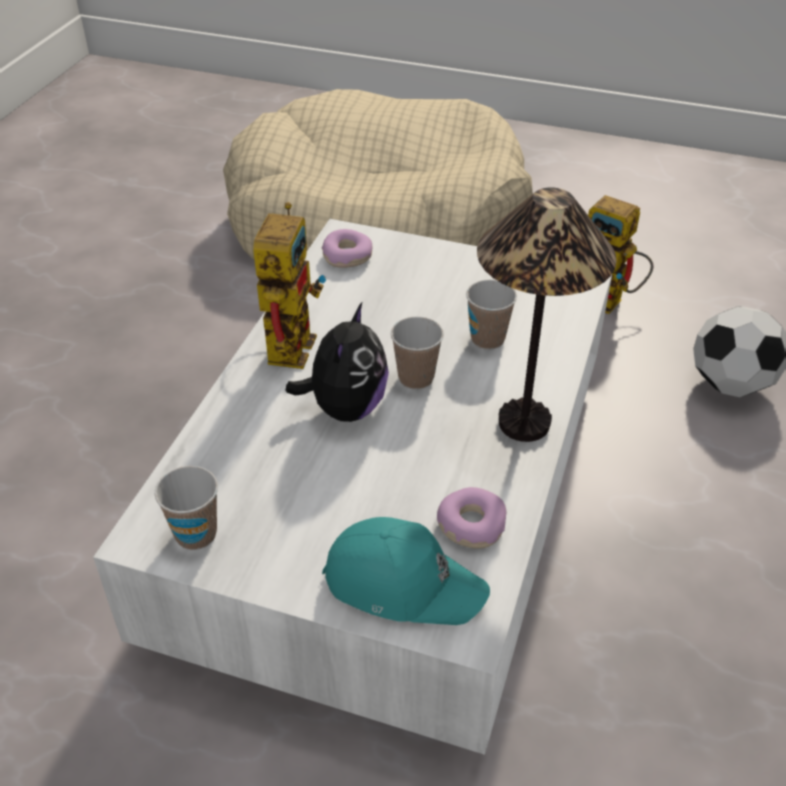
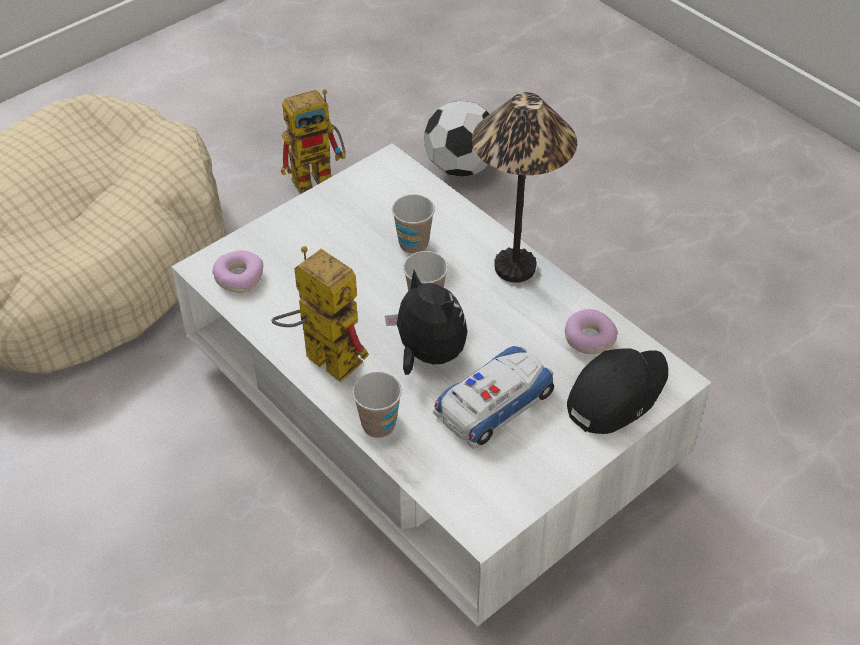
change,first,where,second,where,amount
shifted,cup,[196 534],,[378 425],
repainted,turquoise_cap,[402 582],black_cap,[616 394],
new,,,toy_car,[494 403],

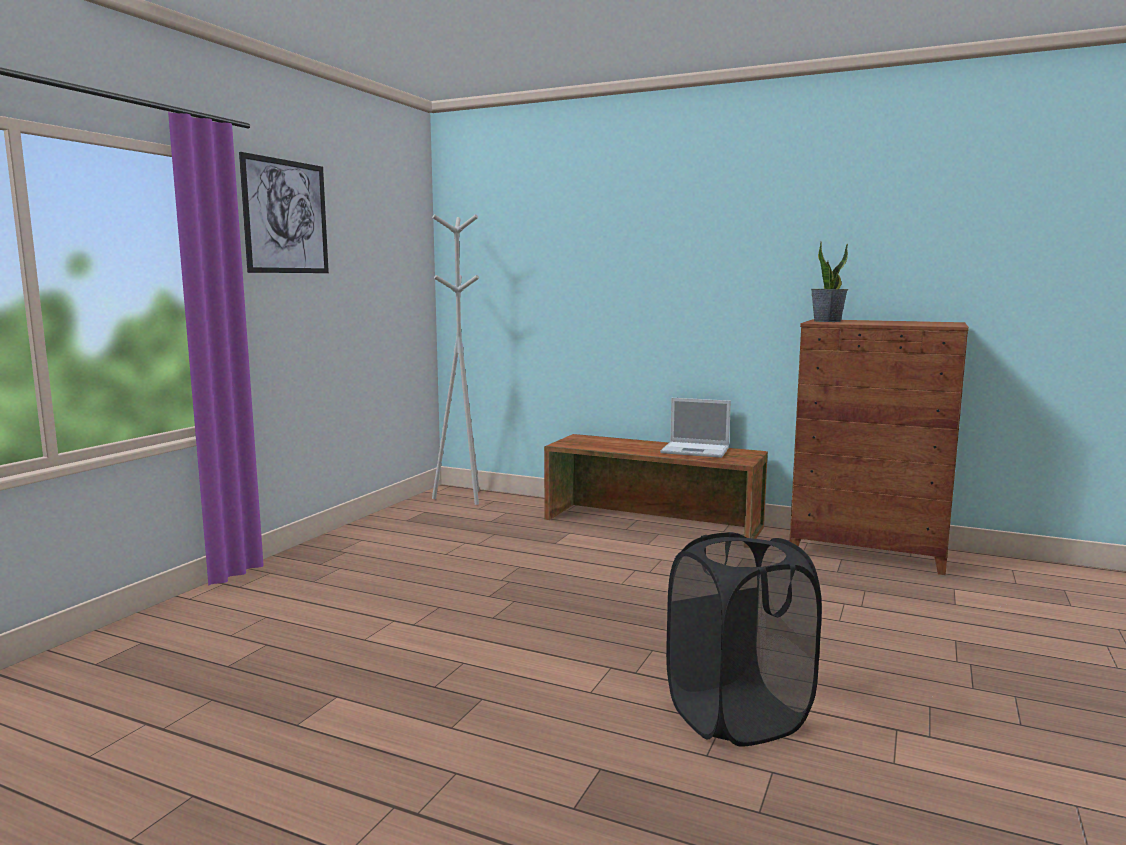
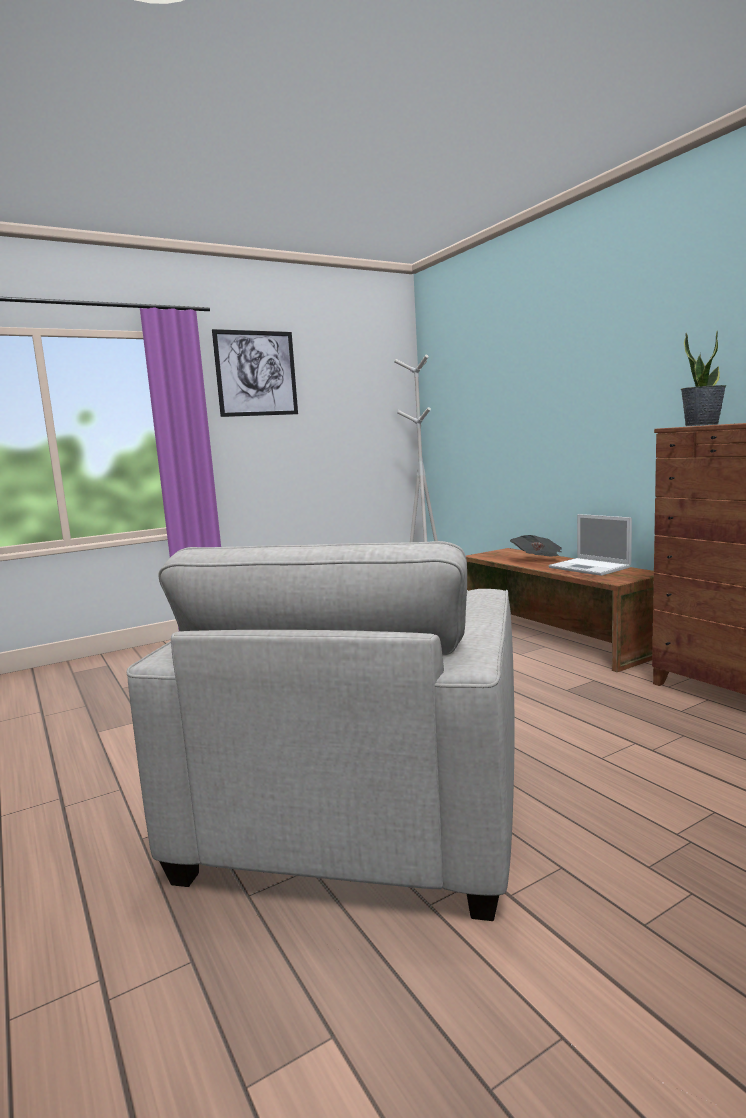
change,first,where,second,where,amount
swapped,black_laundry_basket,[737 716],grey_armchair,[359 813],
new,,,newspaper,[538 560],

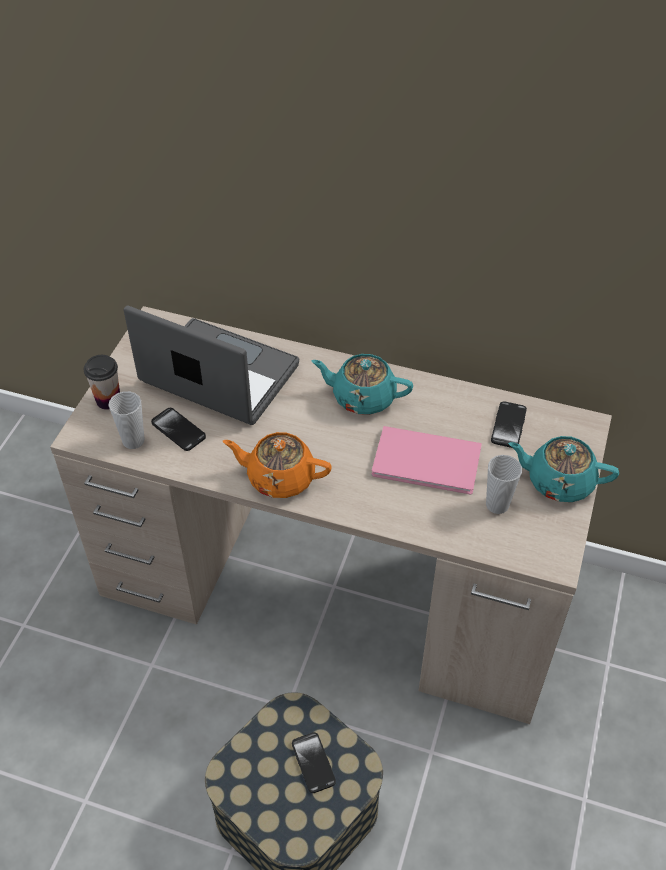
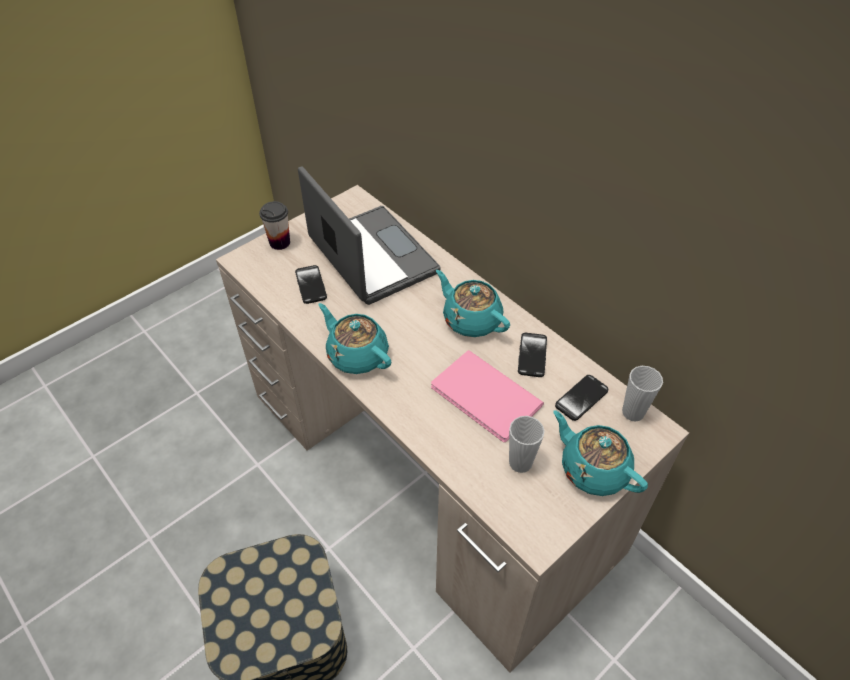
change,first,where,second,where,amount
shifted,cup,[133 441],,[633 412],
repainted,orange_teapot,[279 477],turquoise_teapot,[357 355],
shifted,phone,[313 763],,[532 355],

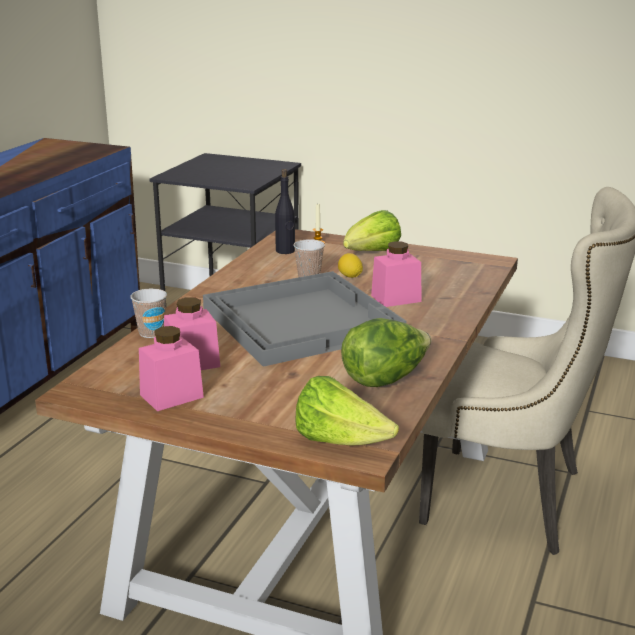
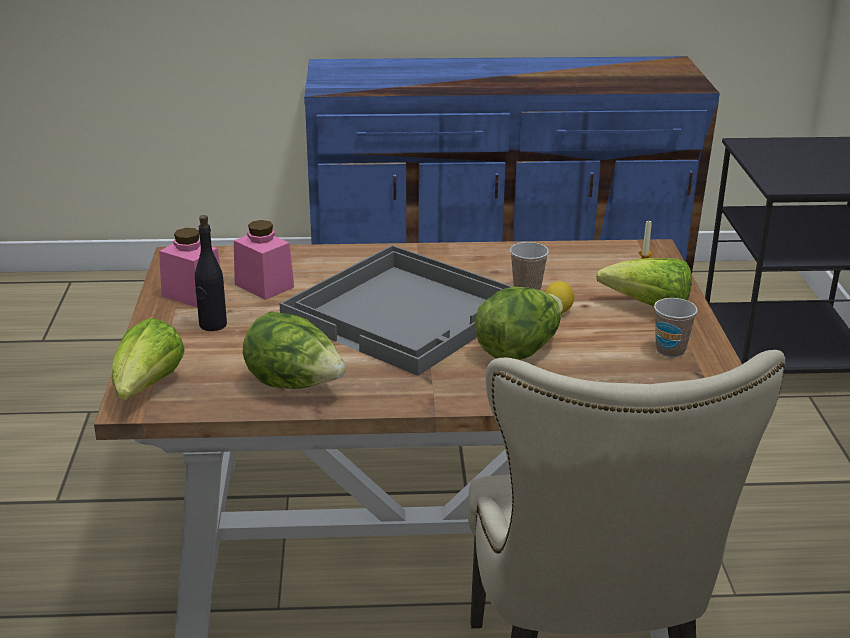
change,first,where,second,where,amount
shifted,cup,[151 333],,[670 350],
shifted,black_bottle,[285 251],,[212 325],
swapped,pink_jar,[396 298],lettuce,[519 350],

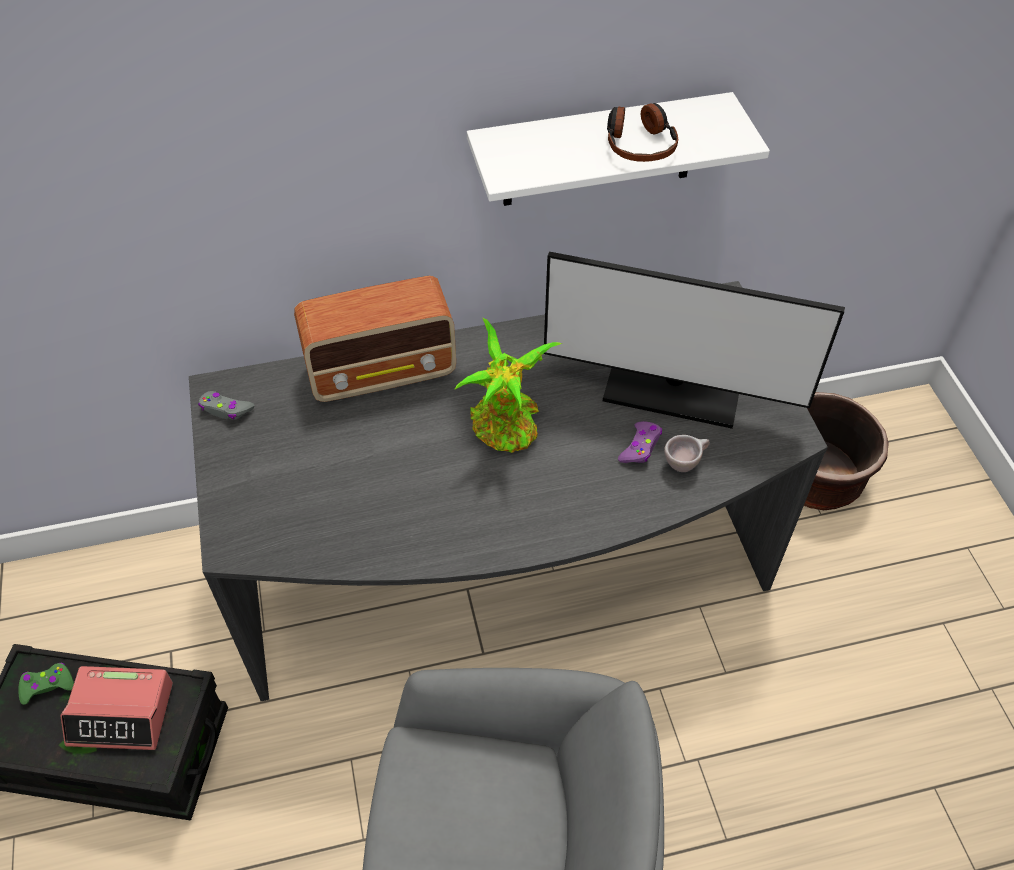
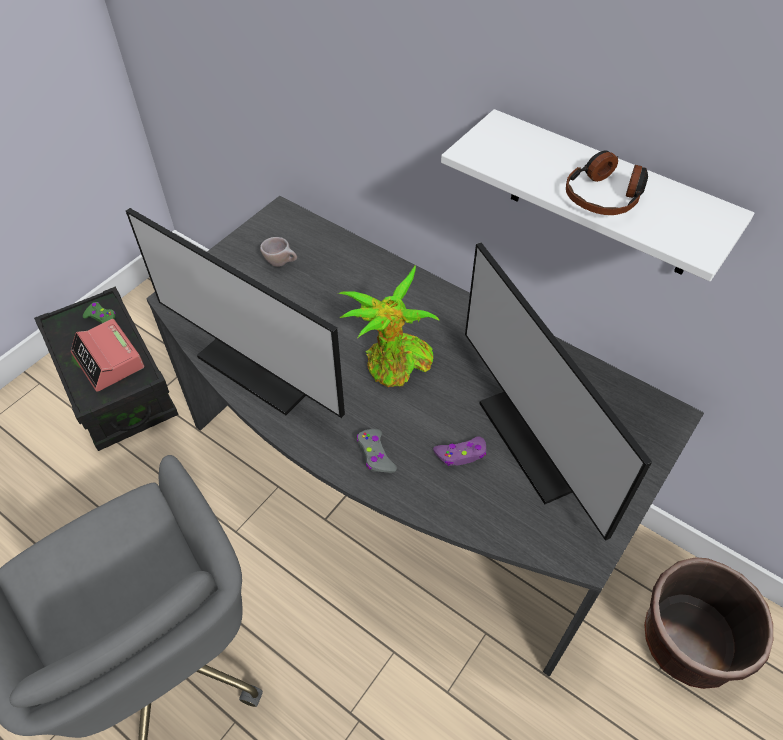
change,first,where,second,where,amount
shifted,grey_game_controller,[226 409],,[375 455],
gone,radio,[383 371],,,
shifted,beige_cup,[685 463],,[281 263],
new,,,monitor,[259 368],

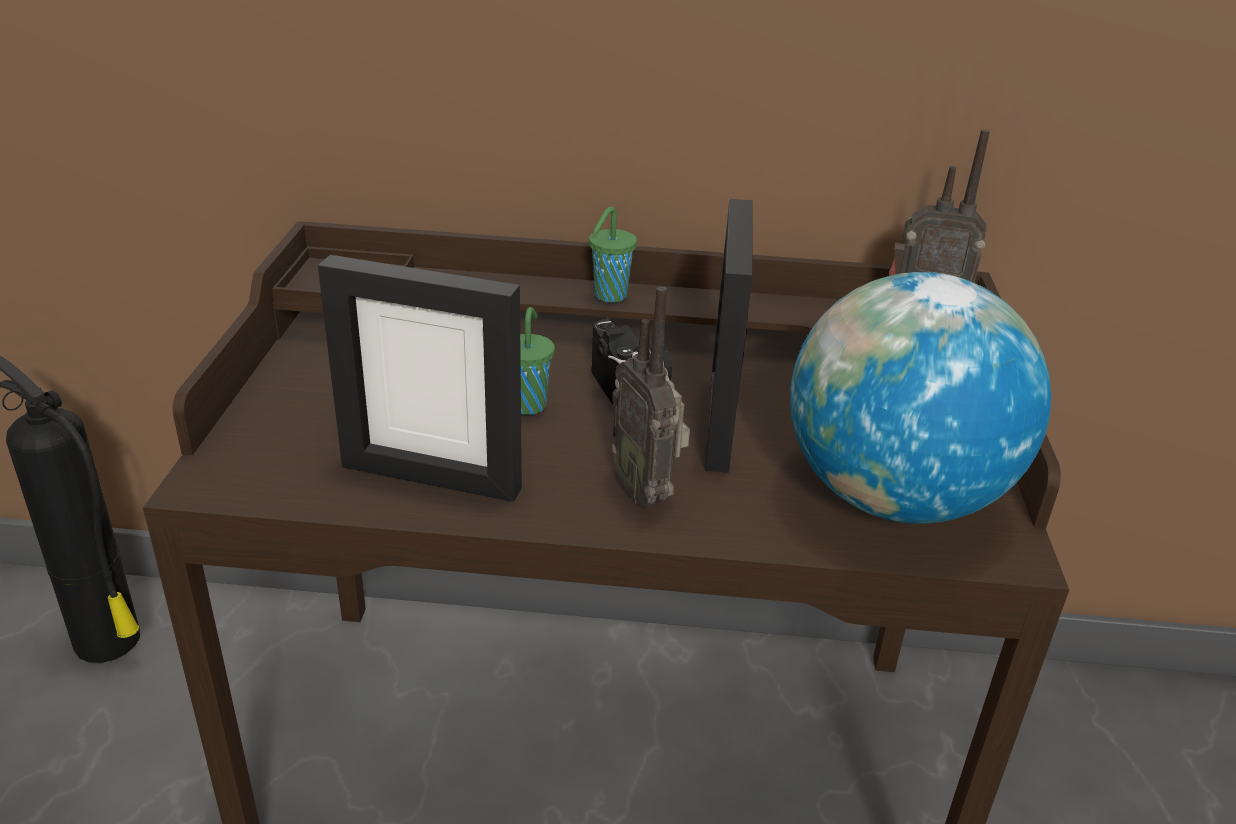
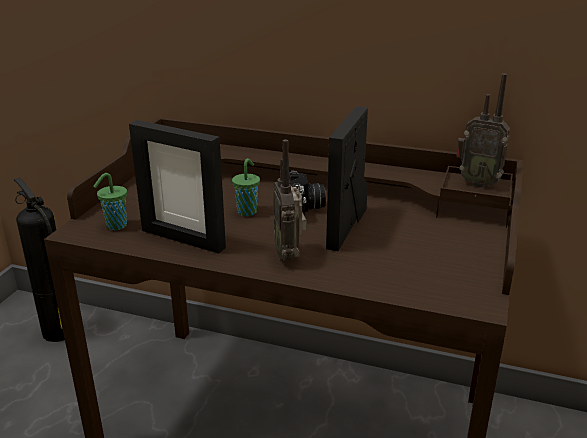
change,first,where,second,where,amount
shifted,green_cup,[609 296],,[115 226],
gone,globe,[893 497],,,

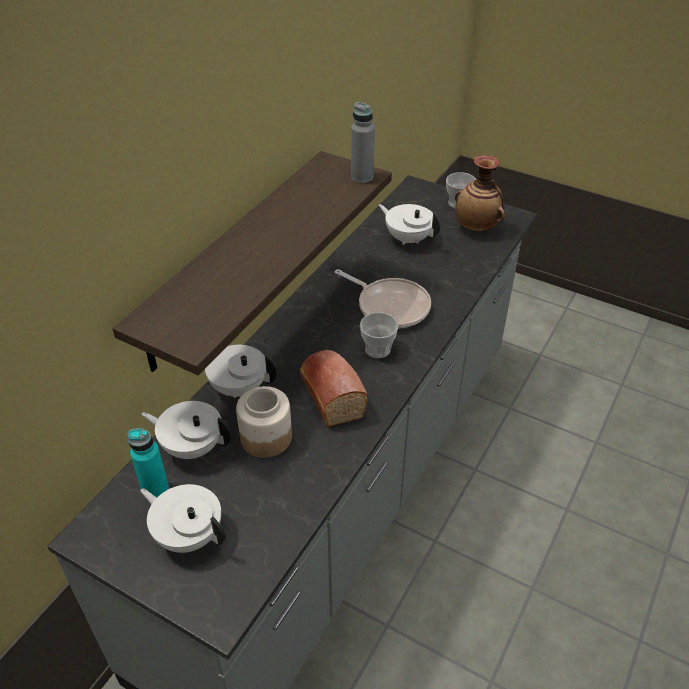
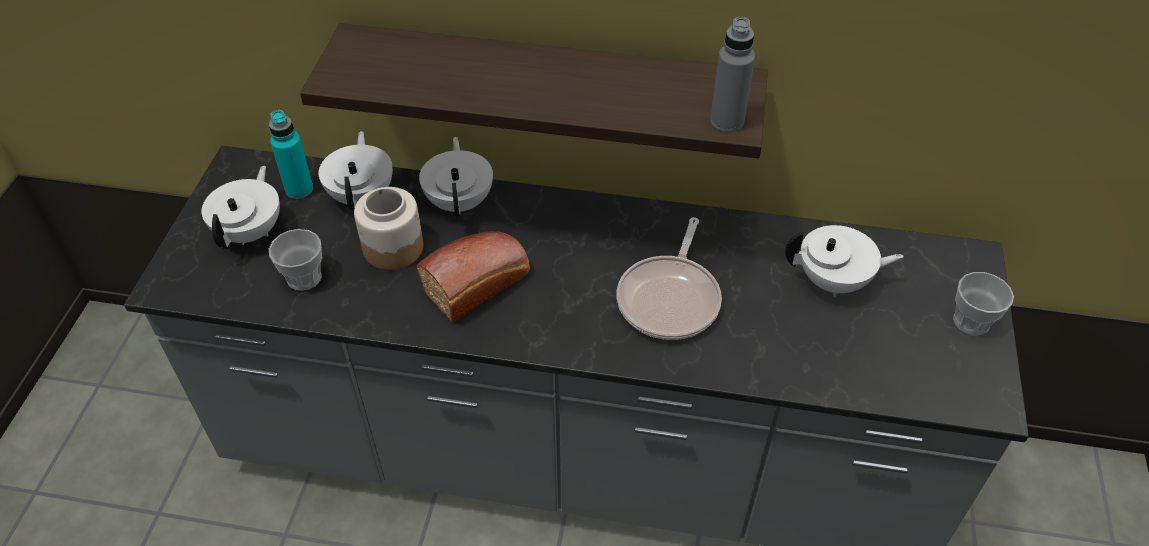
change,first,where,second,where,amount
shifted,cup,[378 349],,[304 277],
rotated,white_teapot,[408 238],,[834 281],75 degrees clockwise
gone,vase,[476 228],,,

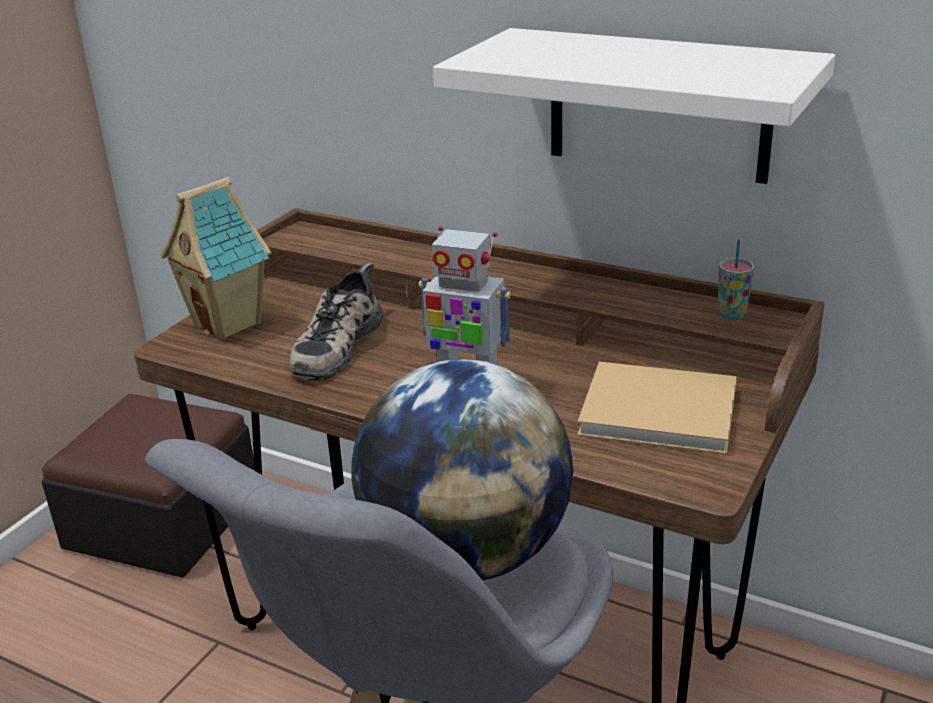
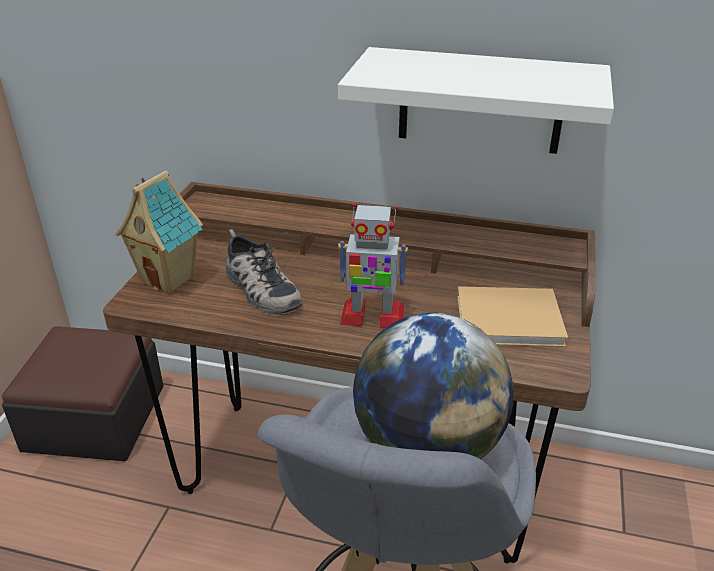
change,first,where,second,where,amount
rotated,shoe,[335 344],,[259 289],45 degrees counterclockwise
gone,cup,[731 315],,,

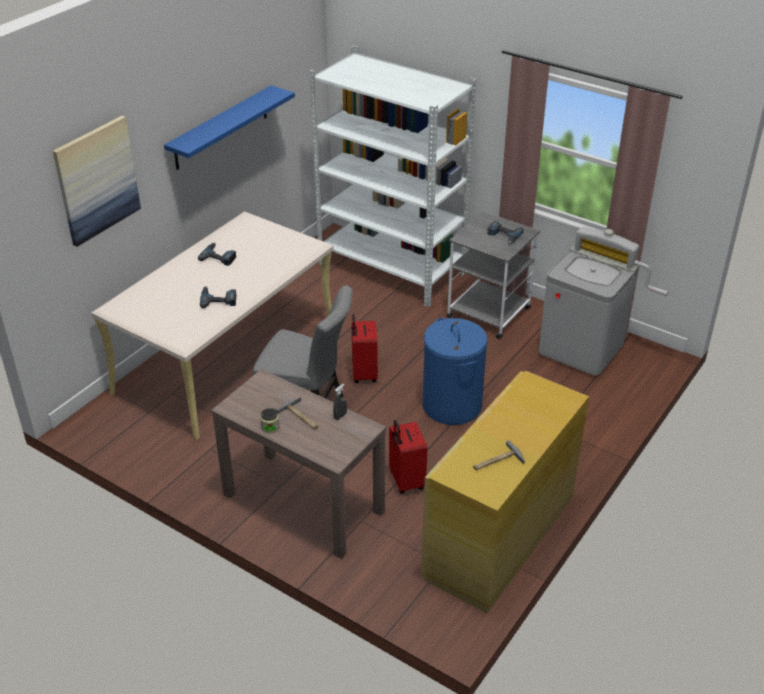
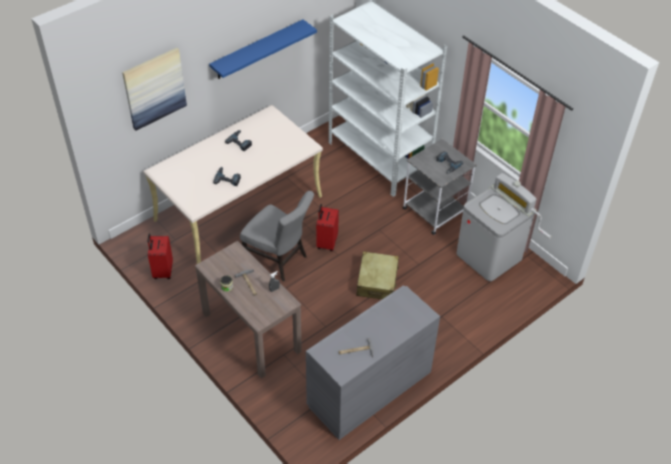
change,first,where,second,where,amount
shifted,red_suitcase,[405 481],,[162 271],
repainted,yellow_cabinet,[498 536],grey_cabinet,[368 388],
swapped,blue_laundry_basket,[451 405],beige_suitcase,[377 281],

